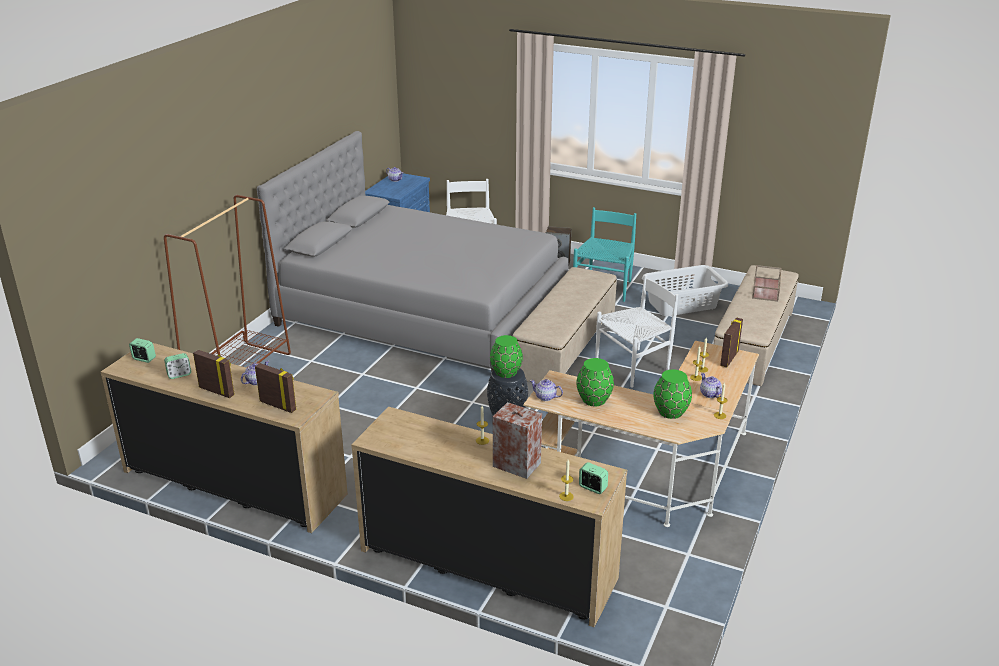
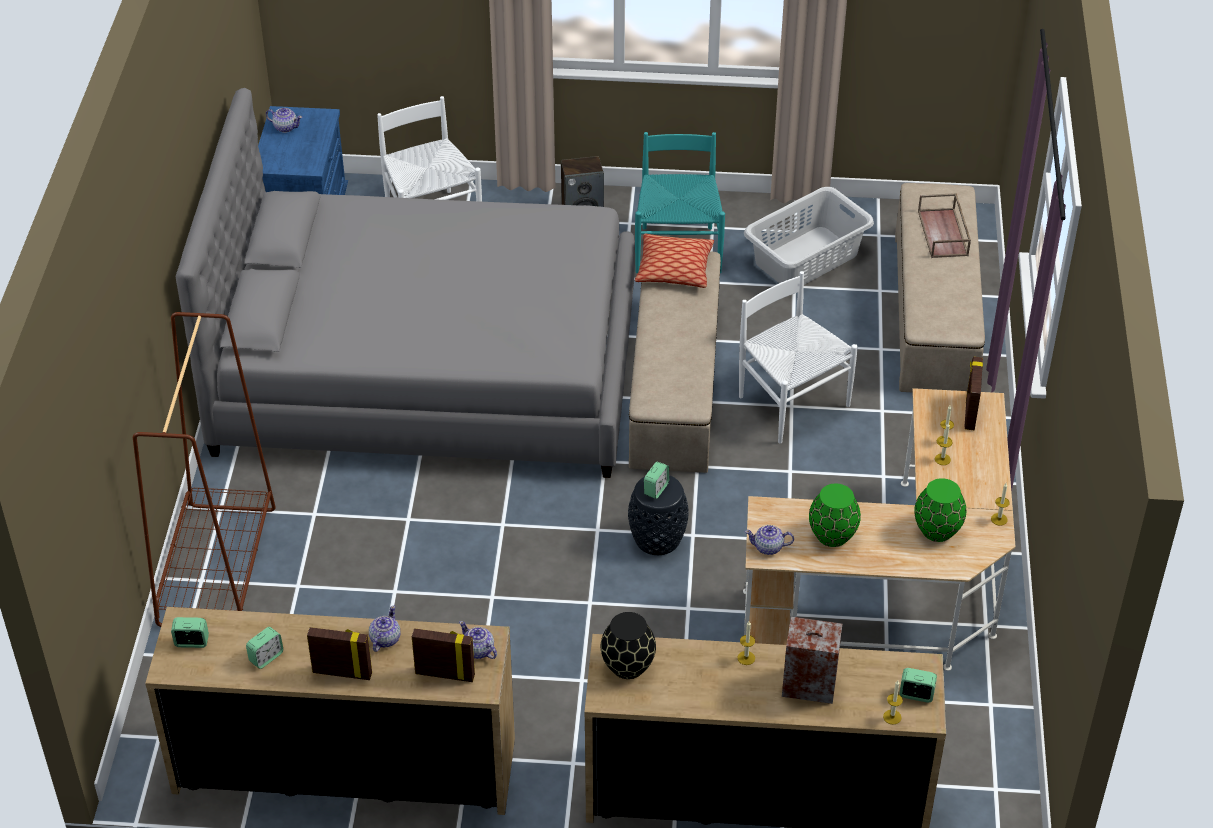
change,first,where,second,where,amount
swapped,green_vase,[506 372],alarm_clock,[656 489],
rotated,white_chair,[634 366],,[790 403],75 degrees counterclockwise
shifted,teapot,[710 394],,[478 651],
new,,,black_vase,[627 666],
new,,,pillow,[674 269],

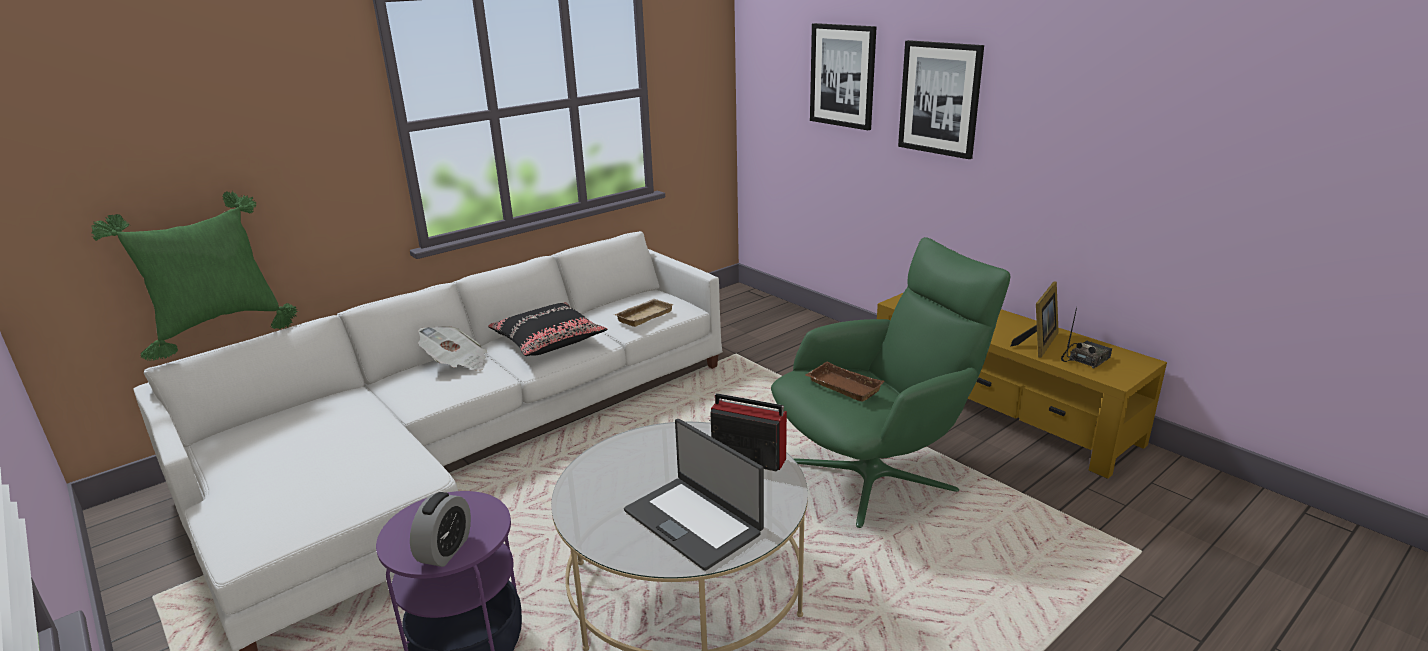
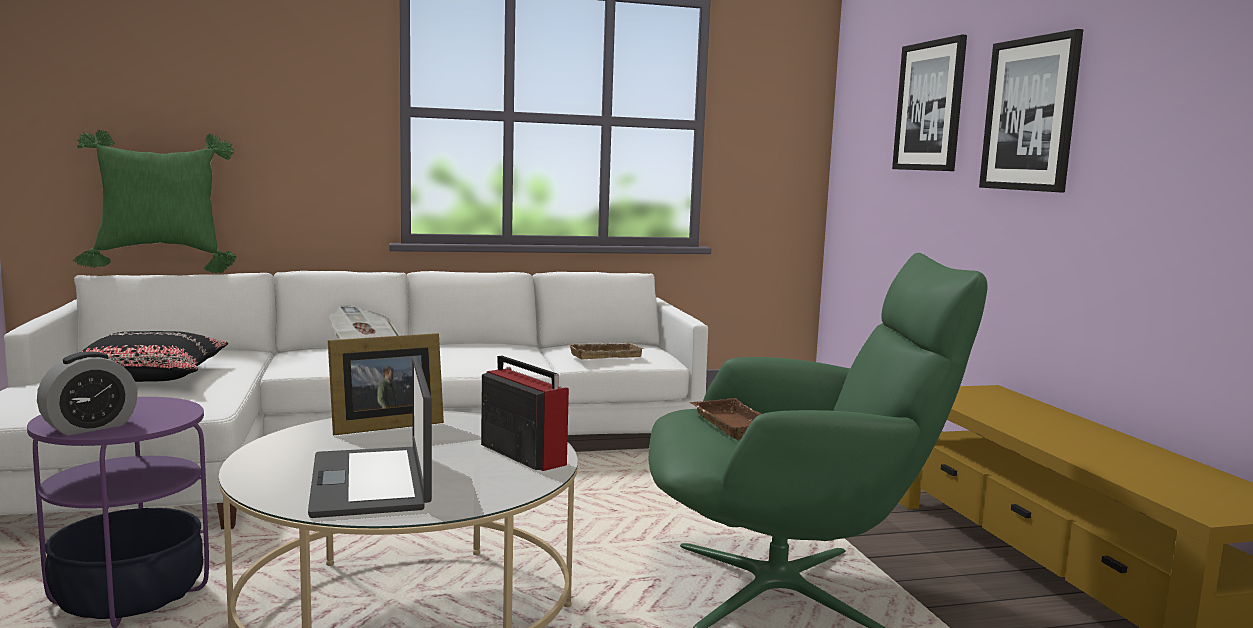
change,first,where,second,where,amount
shifted,black_pillow,[548 340],,[147 375],
shifted,picture_frame,[1038 343],,[382 425],
gone,radio,[1085 359],,,

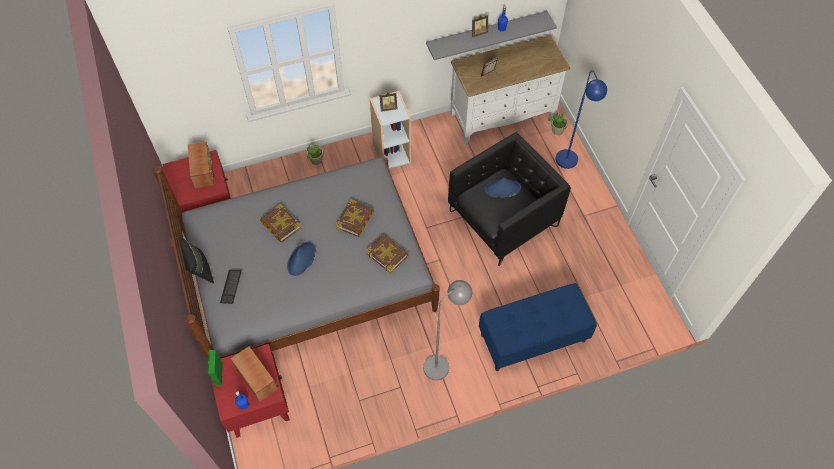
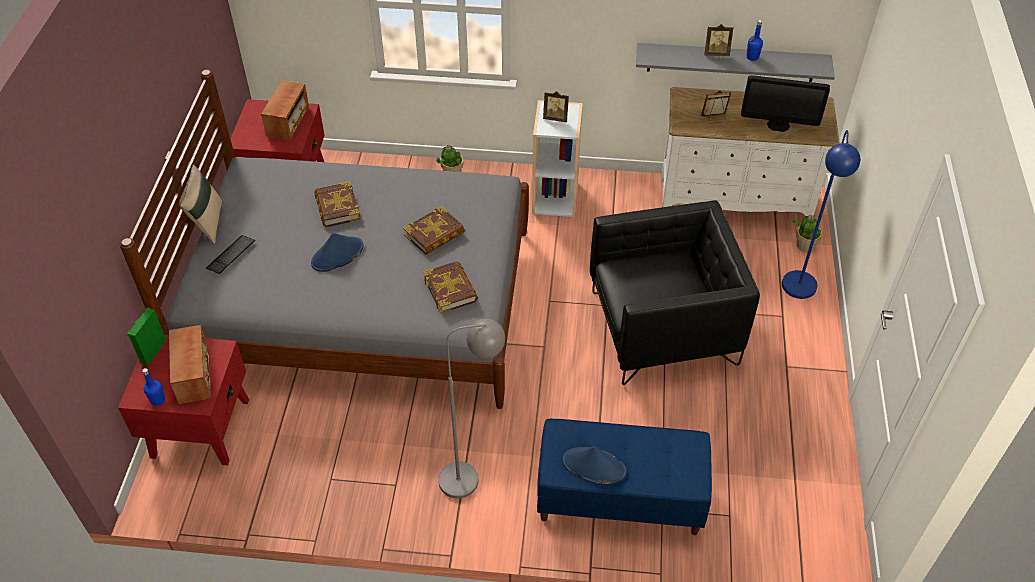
change,first,where,second,where,amount
repainted,black_pillow,[198 269],beige_pillow,[207 223],
shifted,blue_hat,[502 189],,[593 466],
new,,,monitor,[778 125],

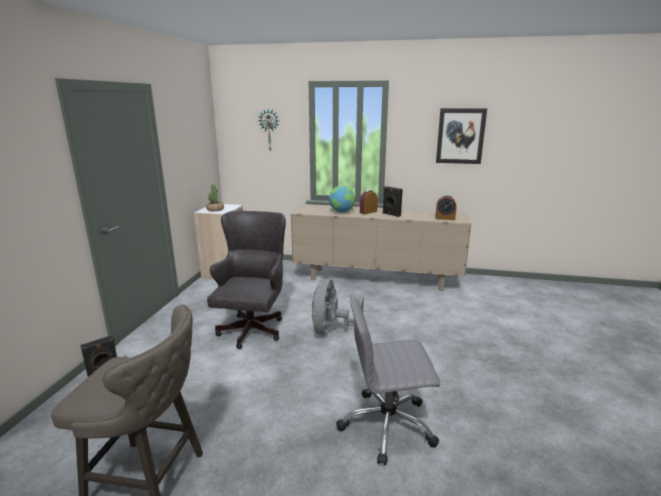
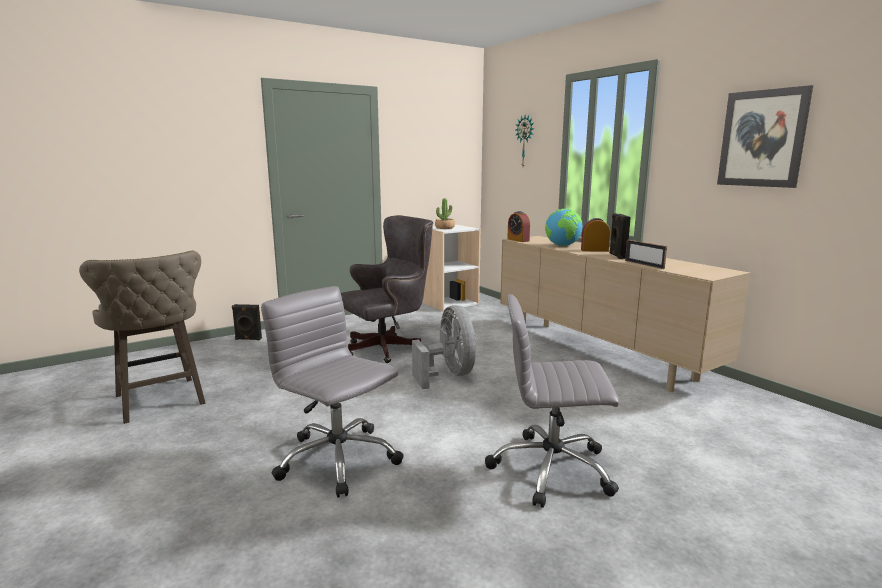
change,first,where,second,where,amount
rotated,grey_fan,[332 330],,[449 375],105 degrees clockwise
shifted,alarm_clock,[445 218],,[518 240],
new,,,grey_office_chair,[550 469],
new,,,picture_frame,[644 264],

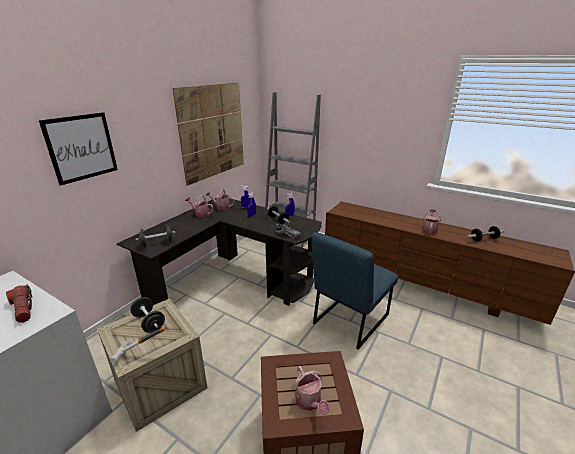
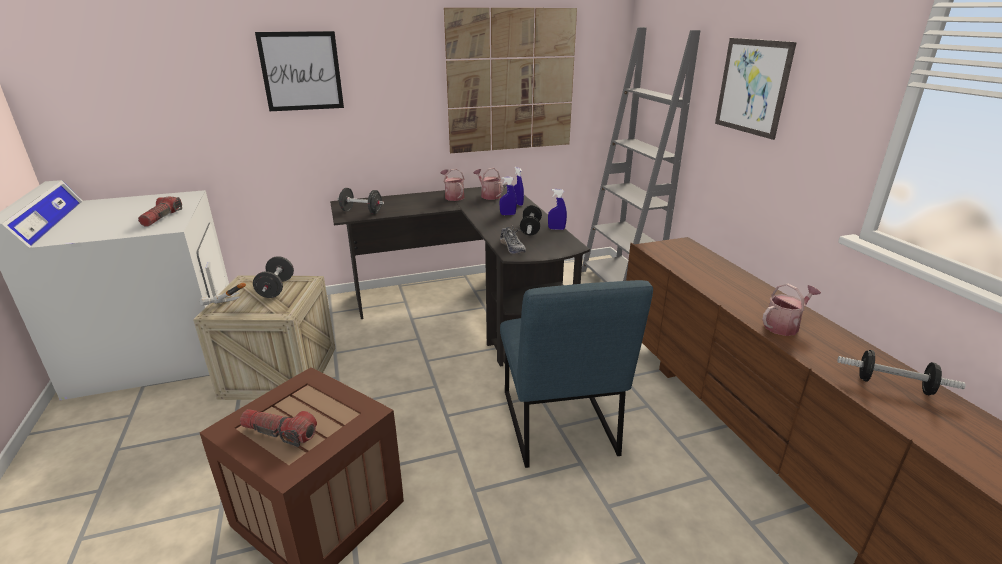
change,first,where,second,where,amount
swapped,watering_can,[309 402],flashlight,[280 433],
rotated,blue_chair,[349 320],,[558 425],90 degrees counterclockwise
new,,,picture,[752 87],

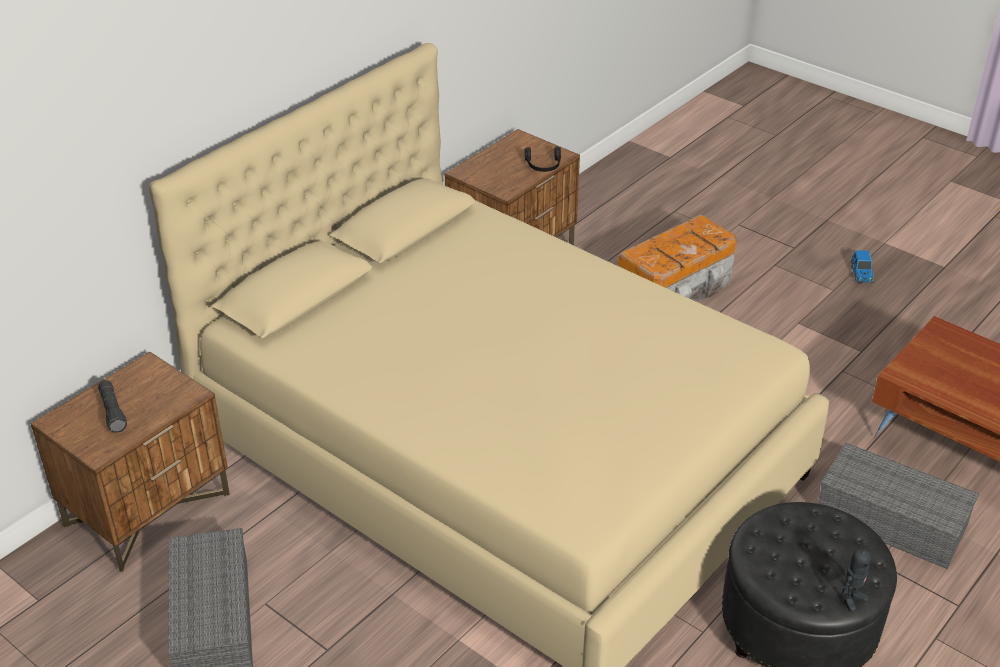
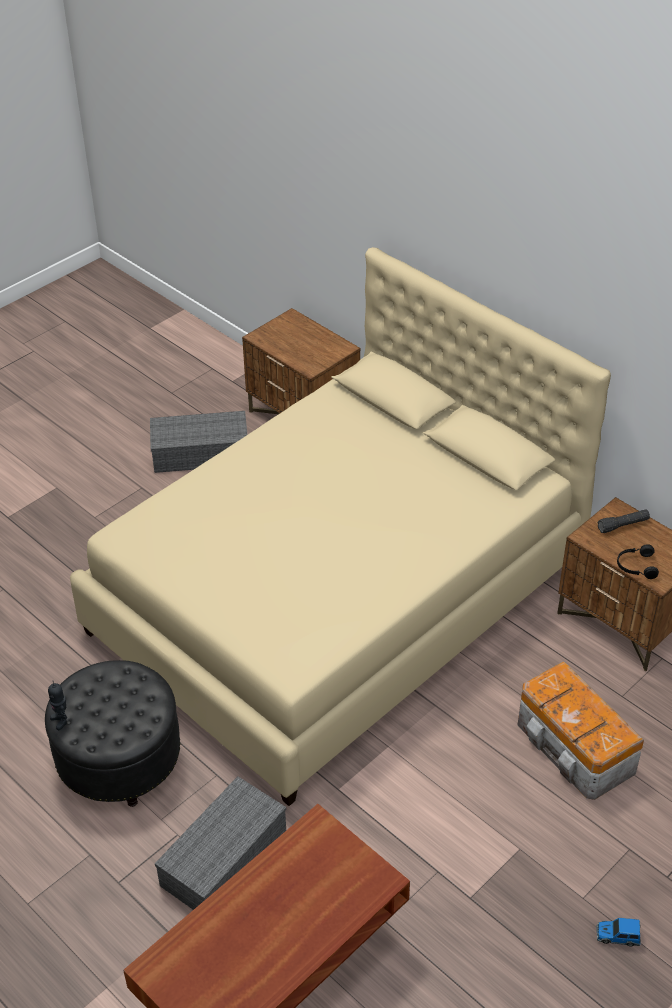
change,first,where,second,where,amount
shifted,black_flashlight,[113 412],,[623 525],

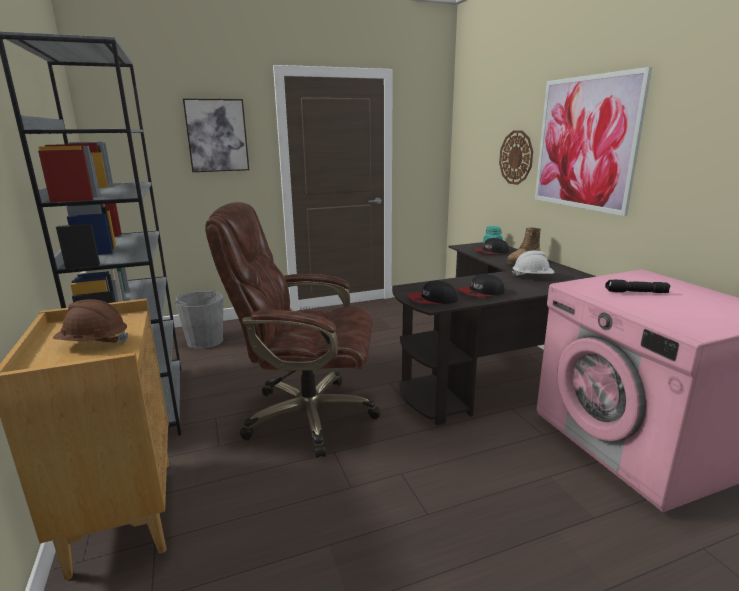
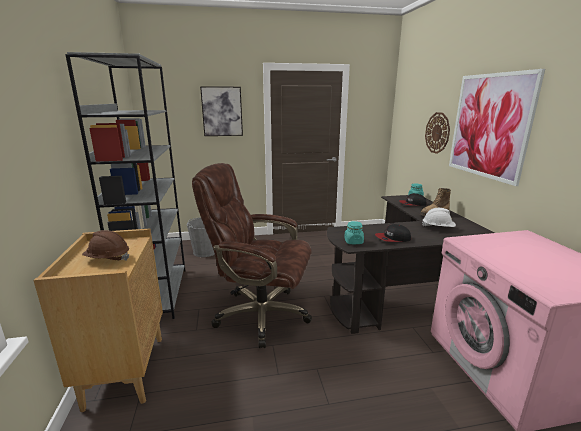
change,first,where,second,where,amount
swapped,cap,[432 300],turquoise_jar,[353 241],
gone,black_flashlight,[635 292],,,

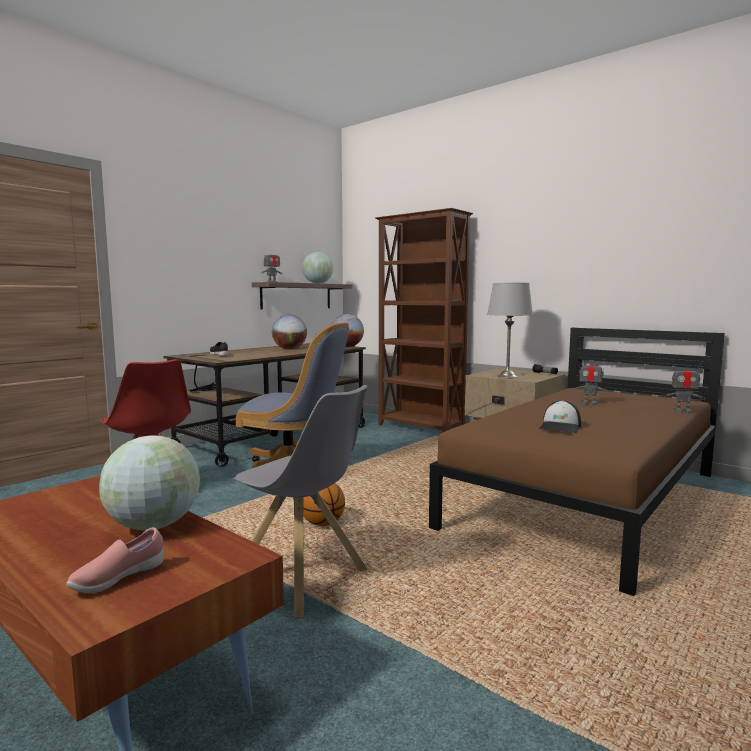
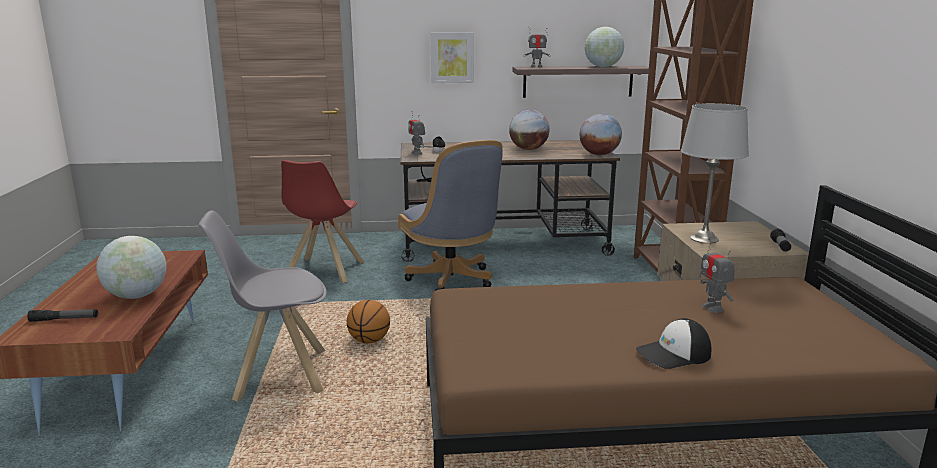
change,first,where,second,where,amount
swapped,pink_shoe,[118 578],flashlight,[64 319],
rotated,grey_chair,[302 578],,[278 374],90 degrees clockwise
shifted,cap,[560 427],,[674 354],
shifted,toy_robot,[682 411],,[417 153],
new,,,picture,[452 57],

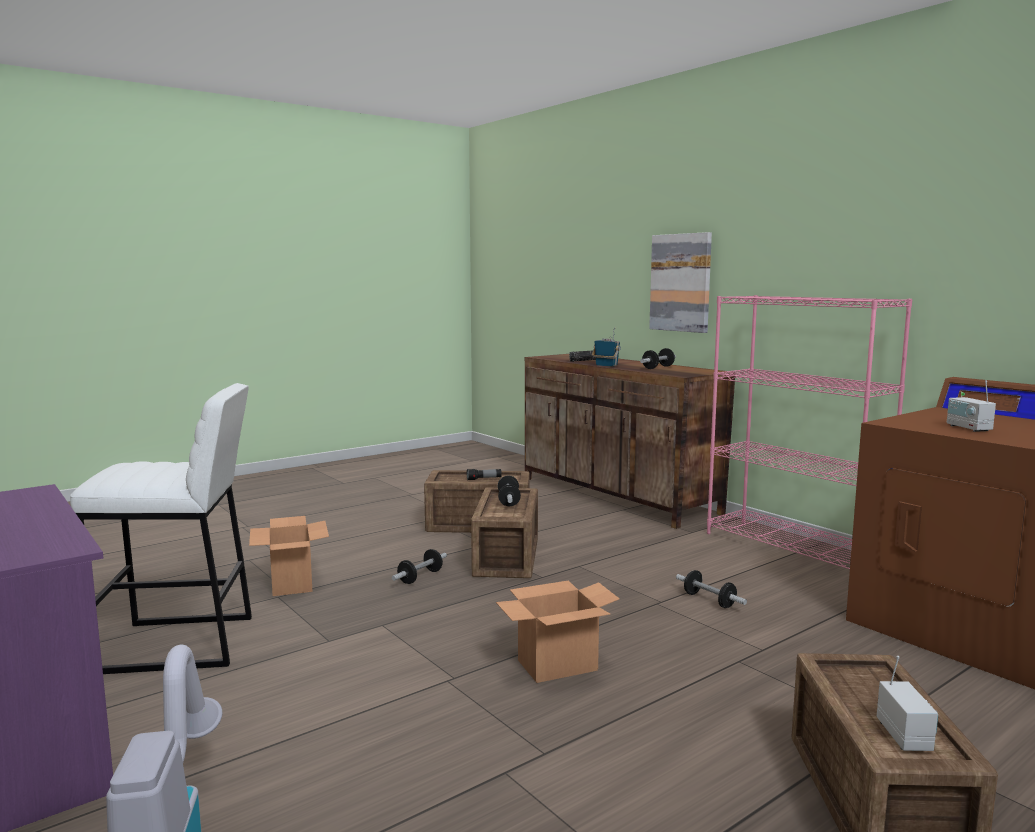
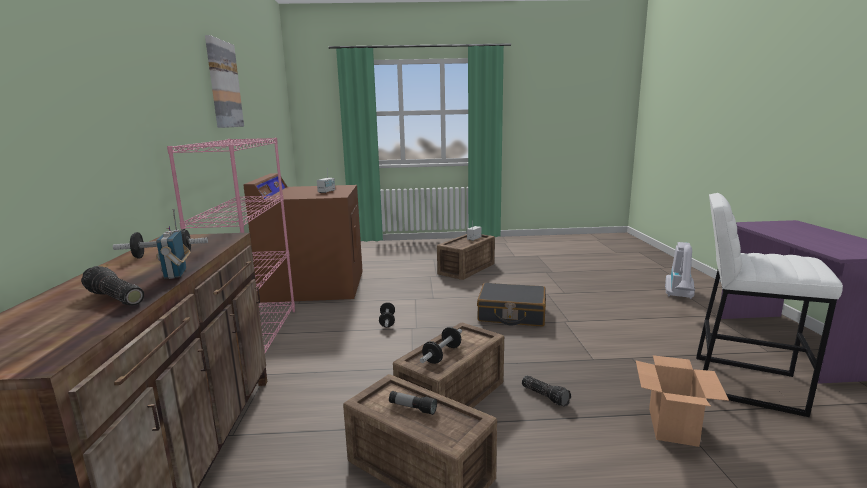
change,first,where,second,where,amount
swapped,dumbbell,[420 577],flashlight,[545 396],
swapped,cardboard_box,[556 666],black_suitcase,[511 314],
shifted,picture,[681 282],,[223 84],

